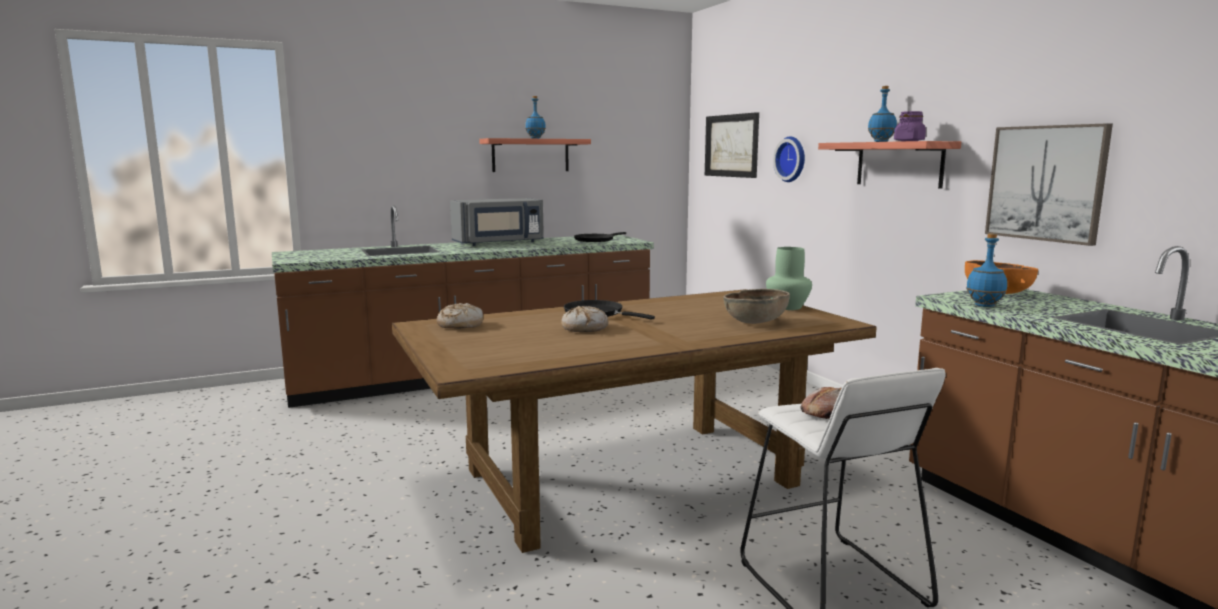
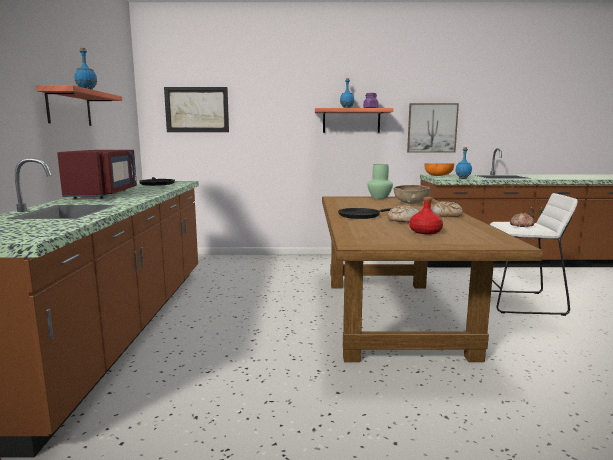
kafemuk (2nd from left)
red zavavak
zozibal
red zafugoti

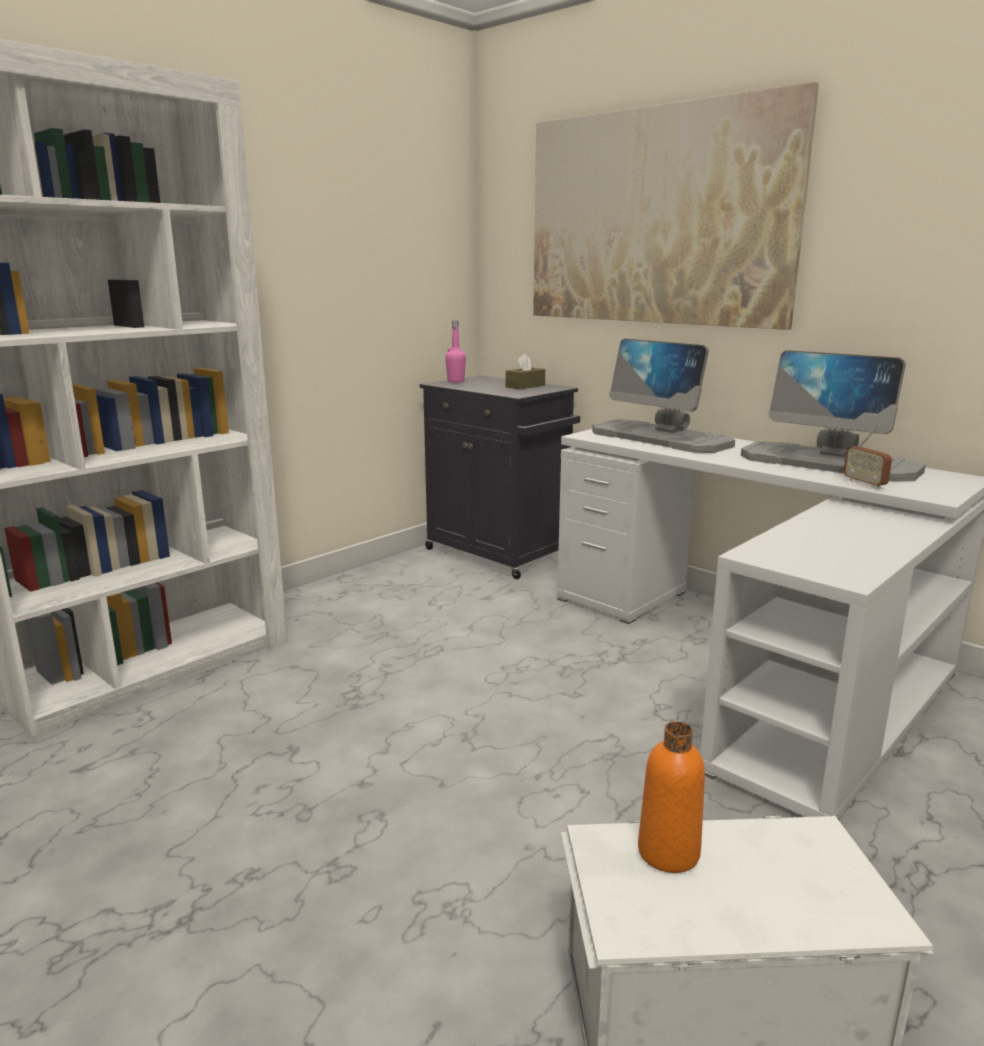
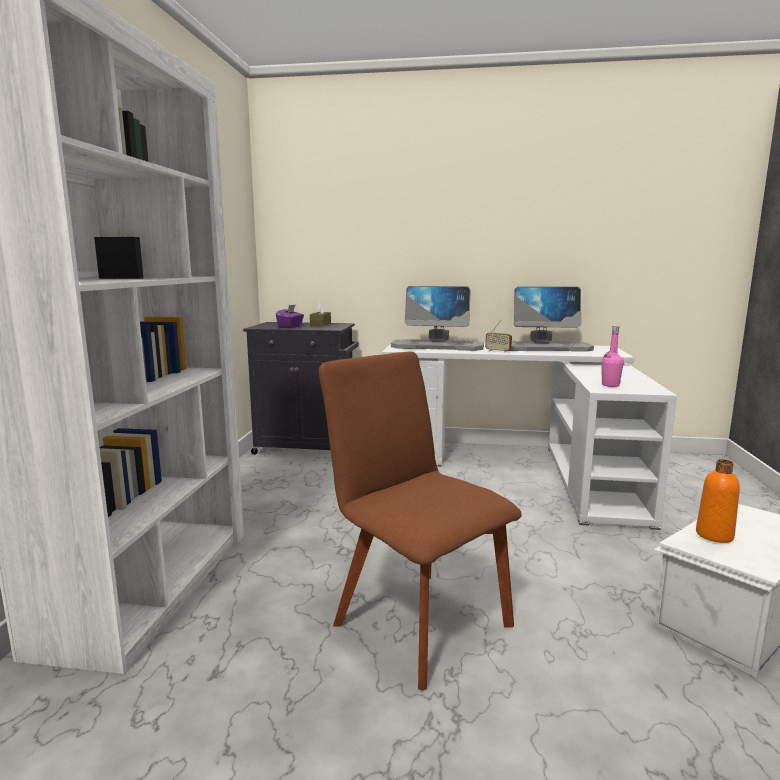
pink zafugoti
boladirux
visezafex
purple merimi
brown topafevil

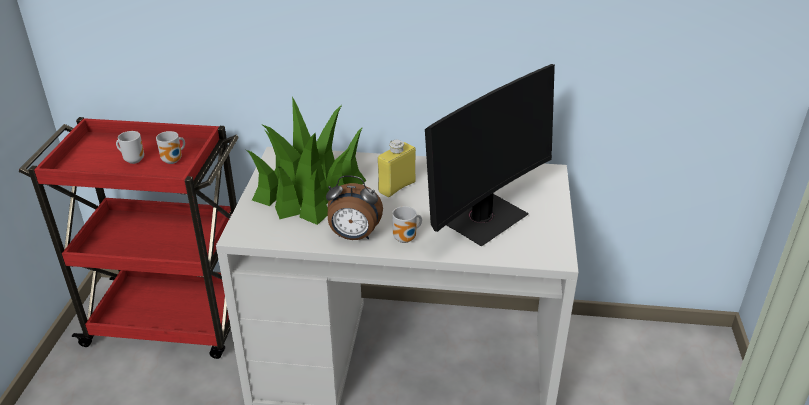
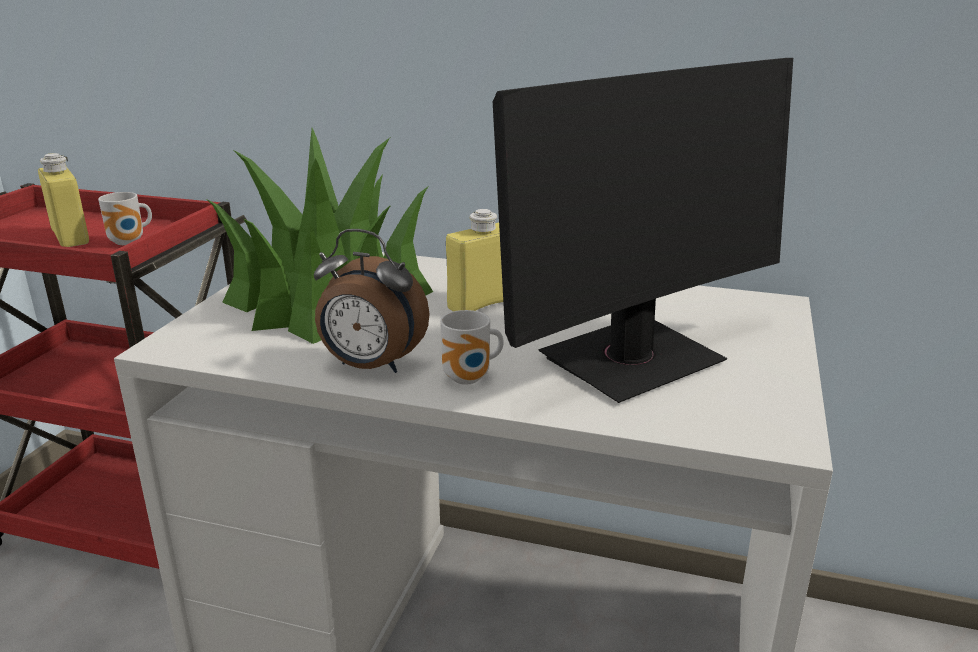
yellow zafugoti (1st from left)

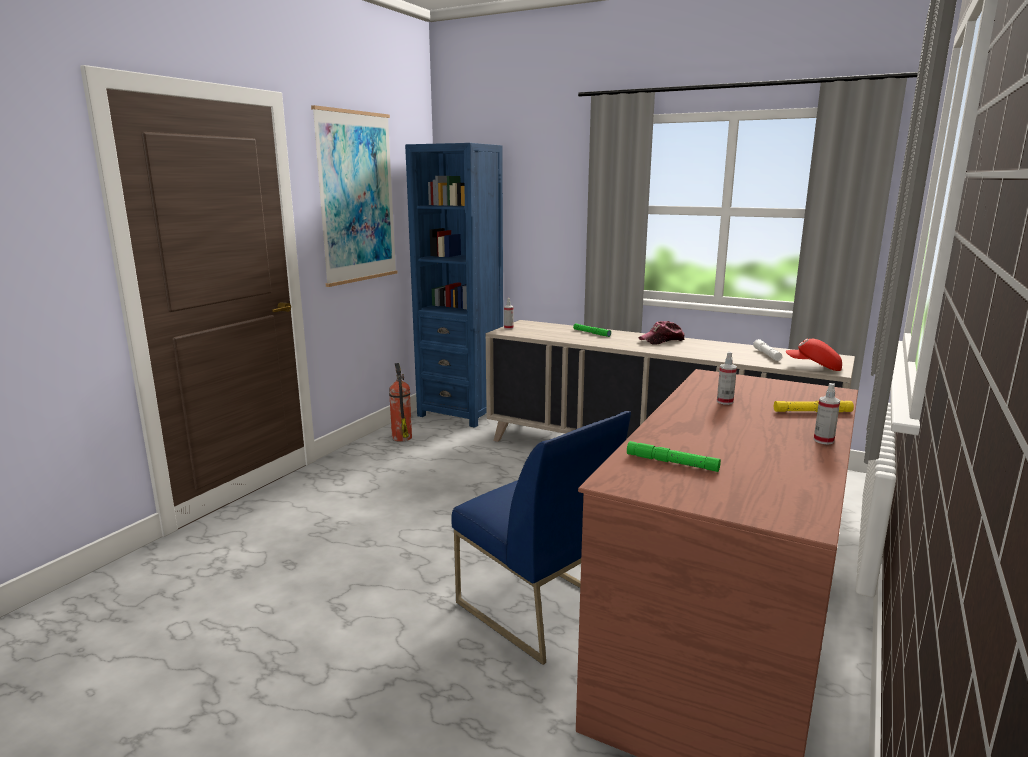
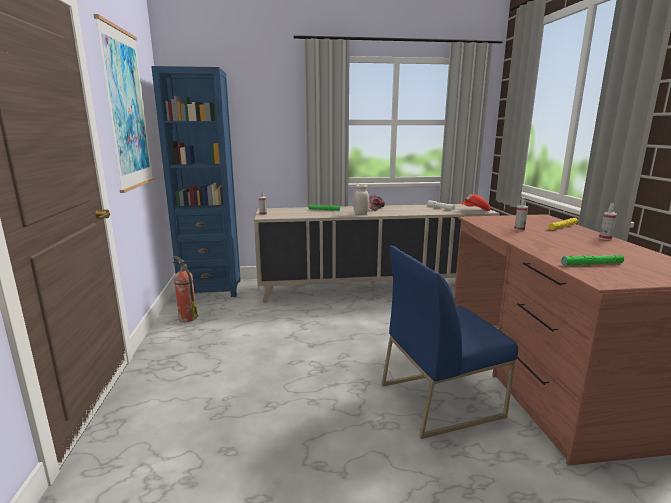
blue topafevil
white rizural

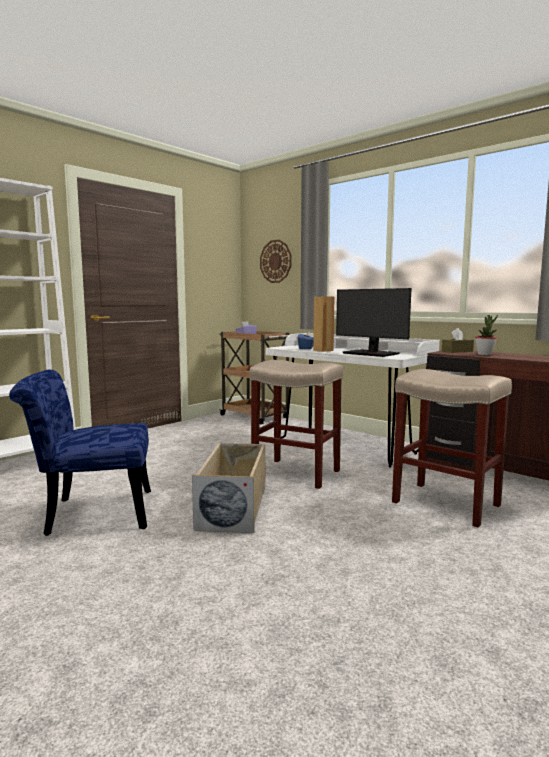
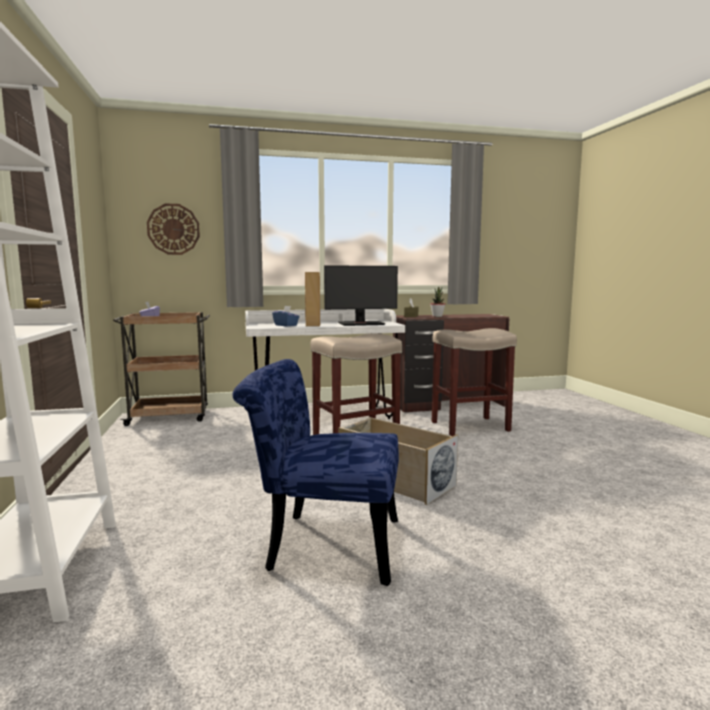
blue topafevil

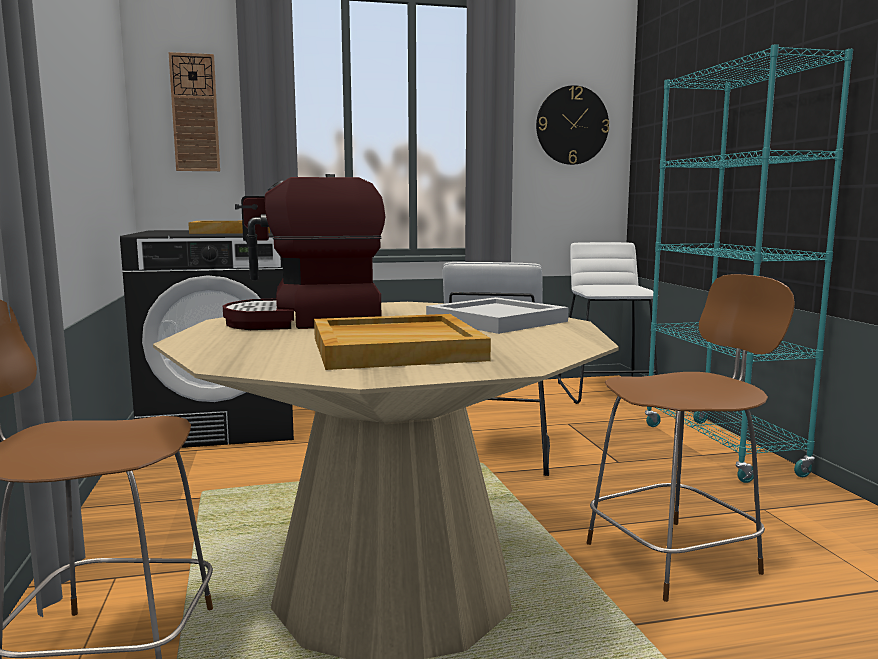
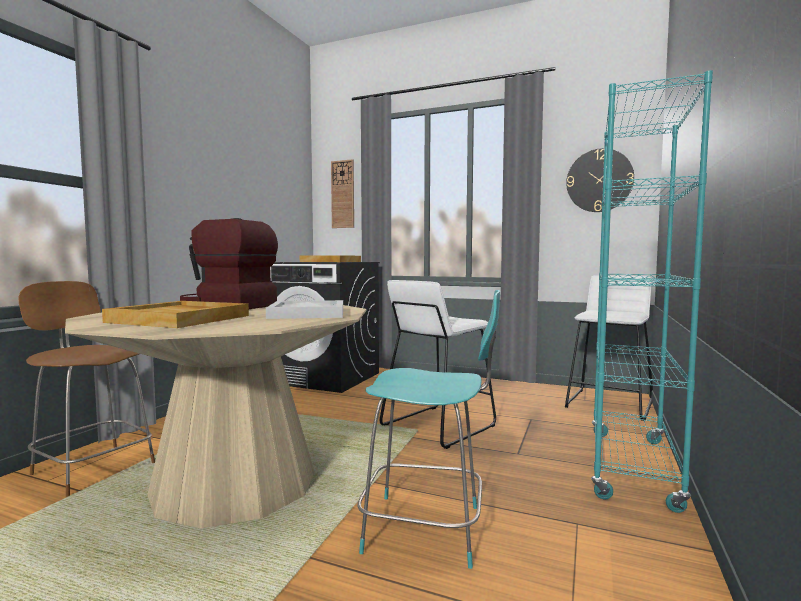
turquoise topafevil

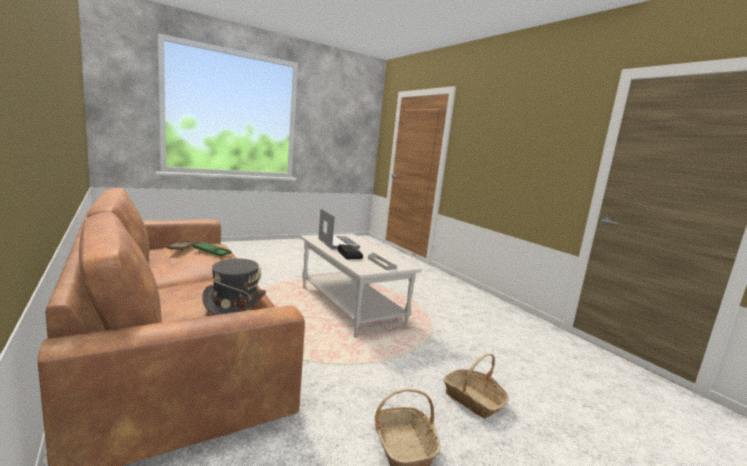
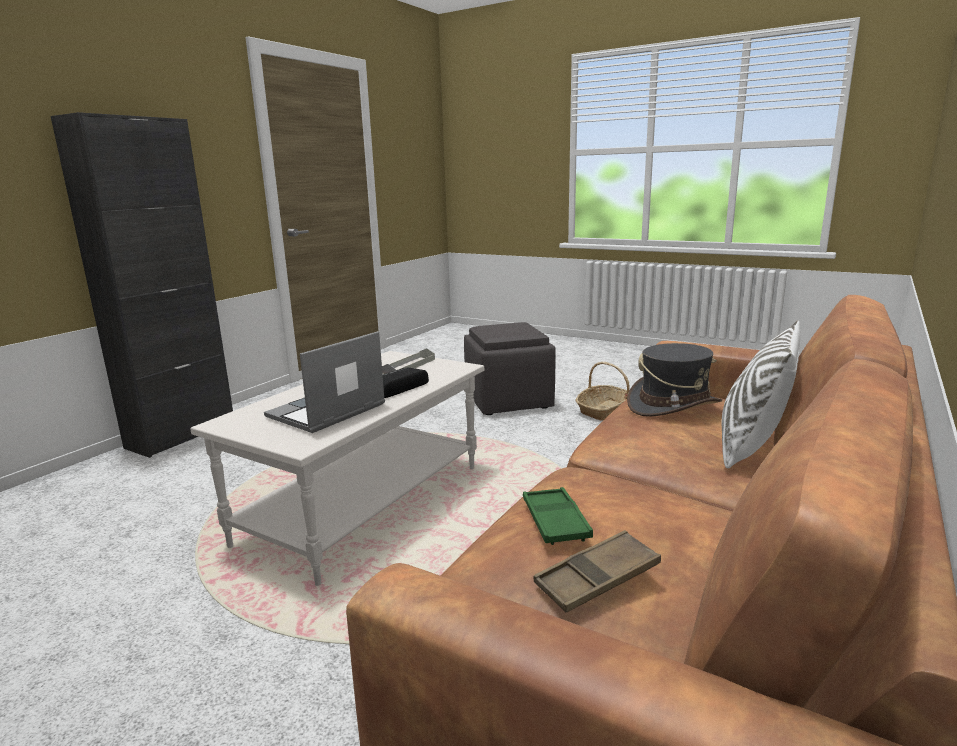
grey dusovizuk
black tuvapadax
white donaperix

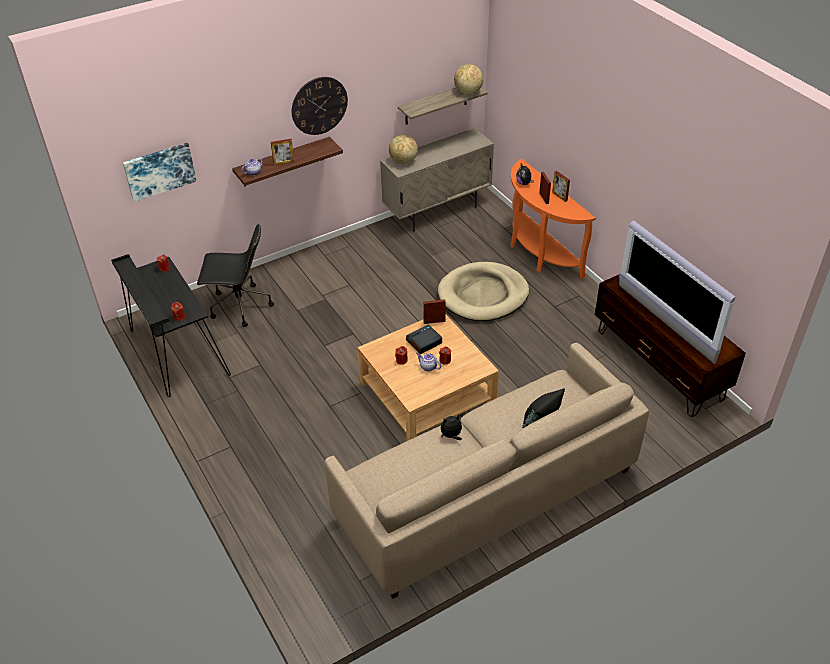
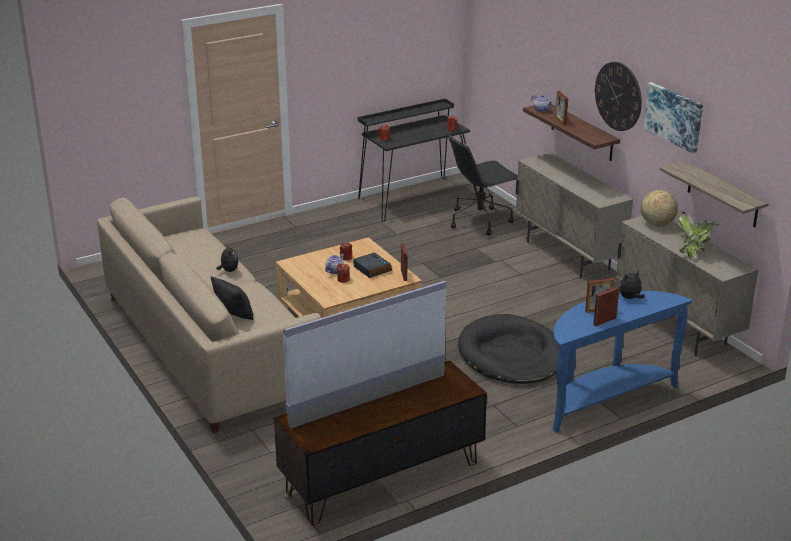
boladirux
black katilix
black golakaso
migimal (2nd from left in the first image)
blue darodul
beige tuvapadax (1st from left)
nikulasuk

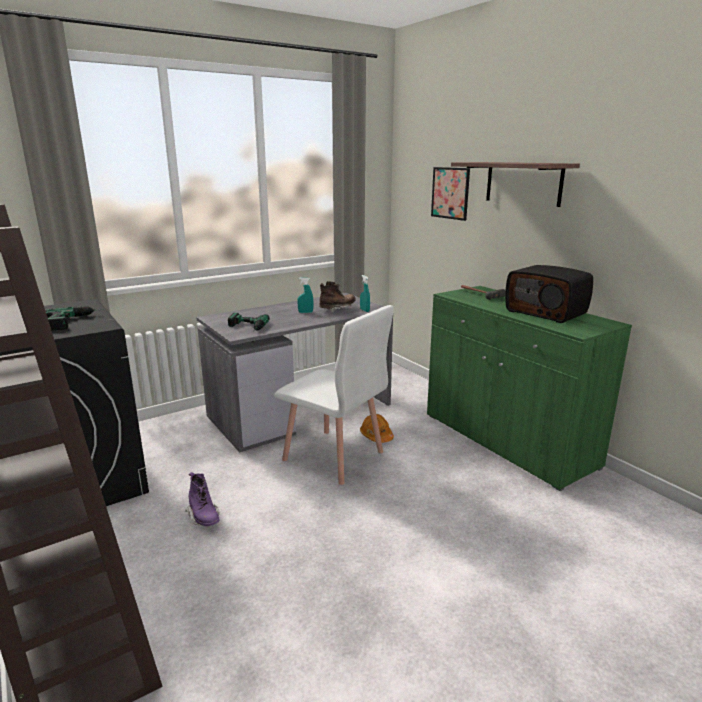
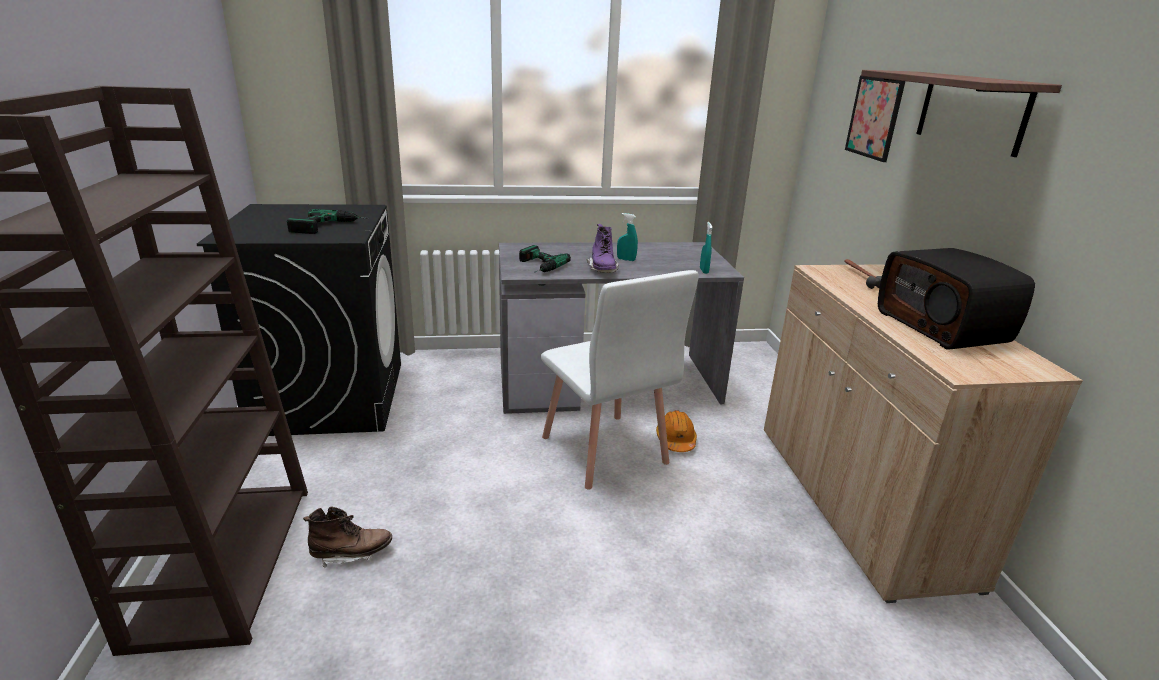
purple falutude
brown falutude
beige tuvapadax

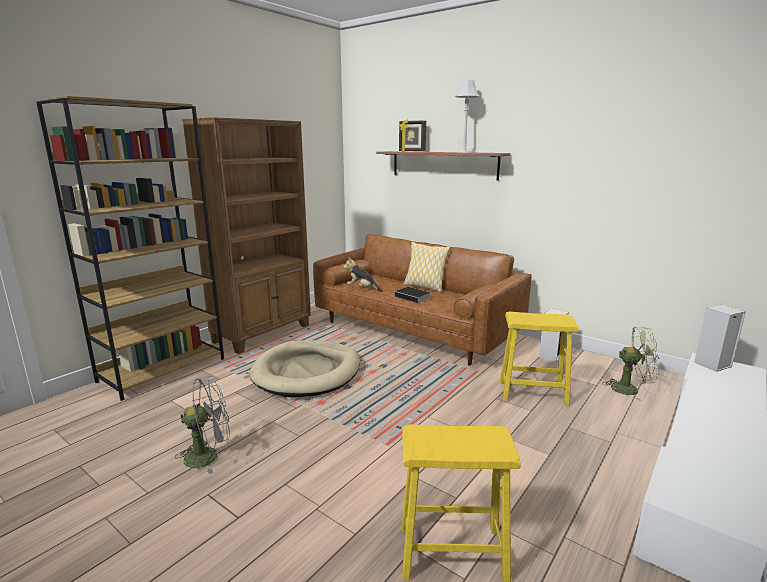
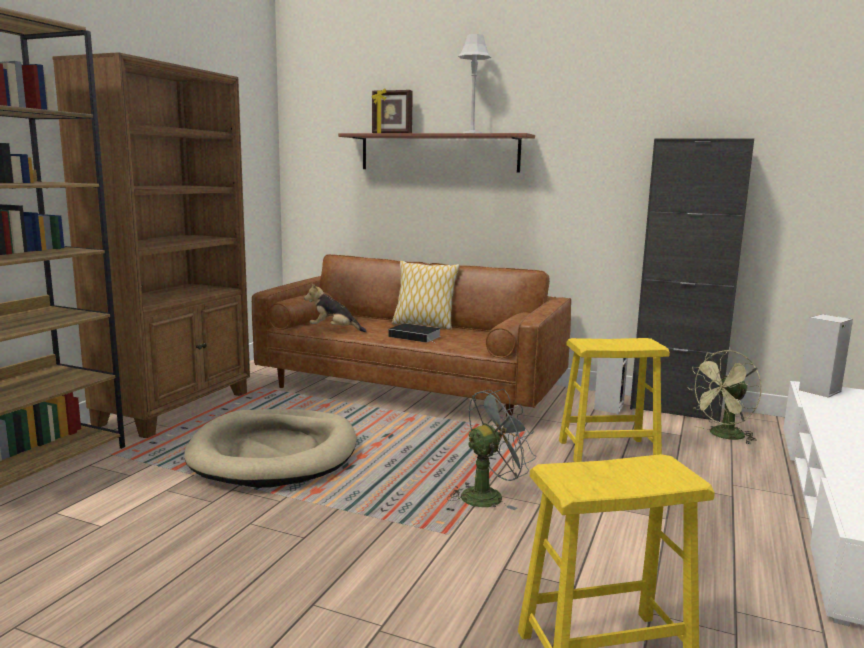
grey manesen
green manesen
black tuvapadax

